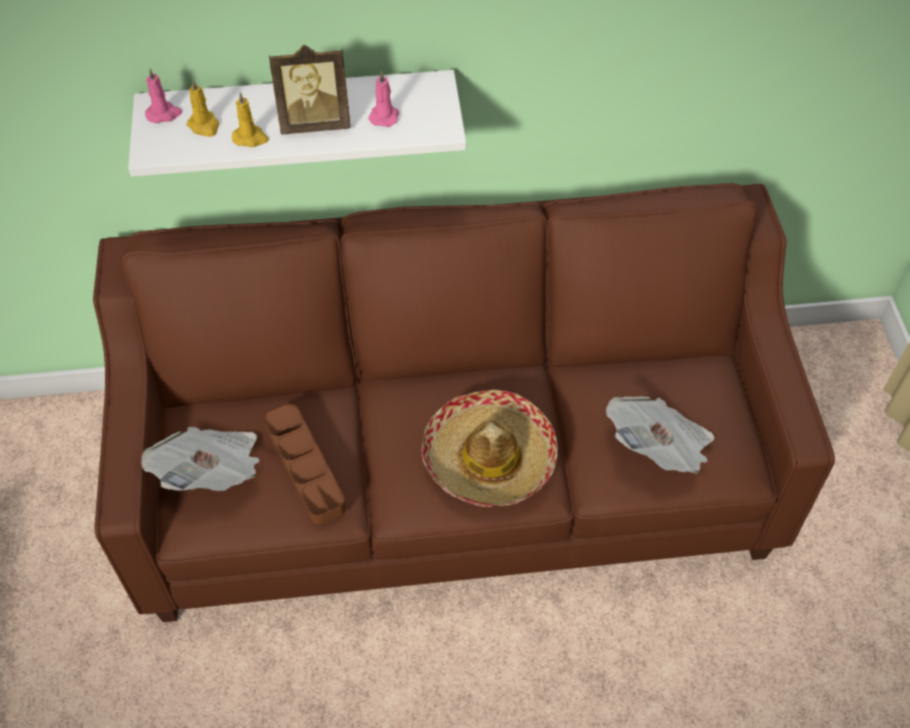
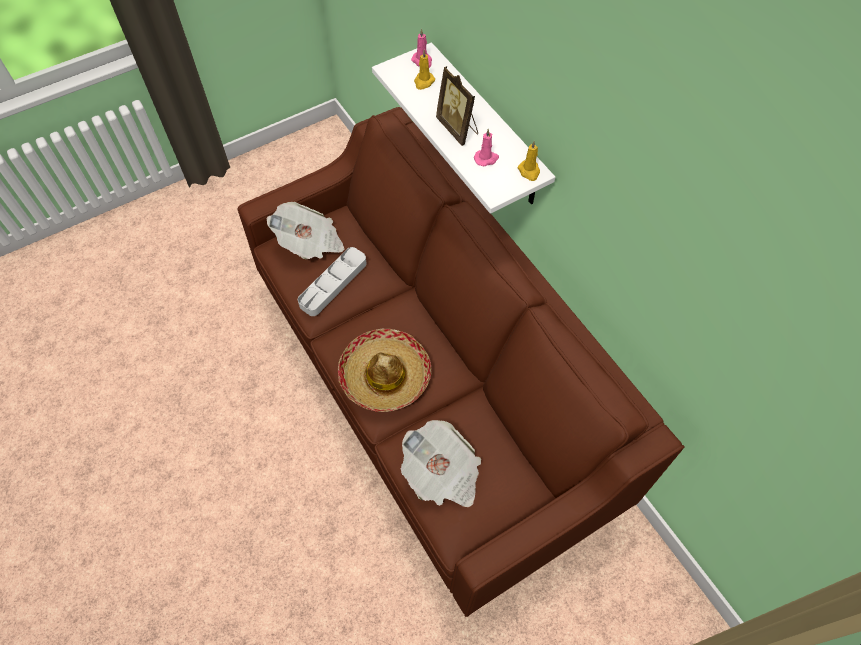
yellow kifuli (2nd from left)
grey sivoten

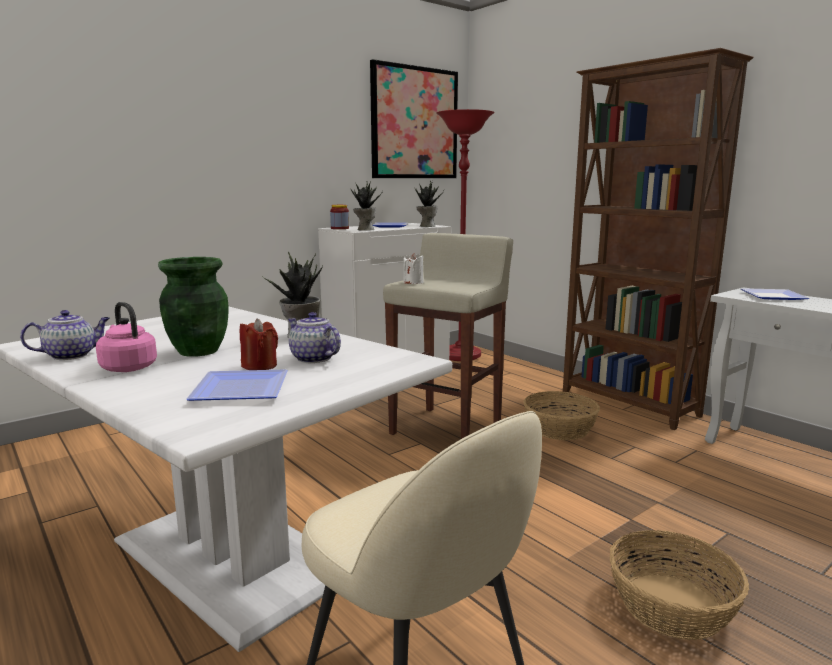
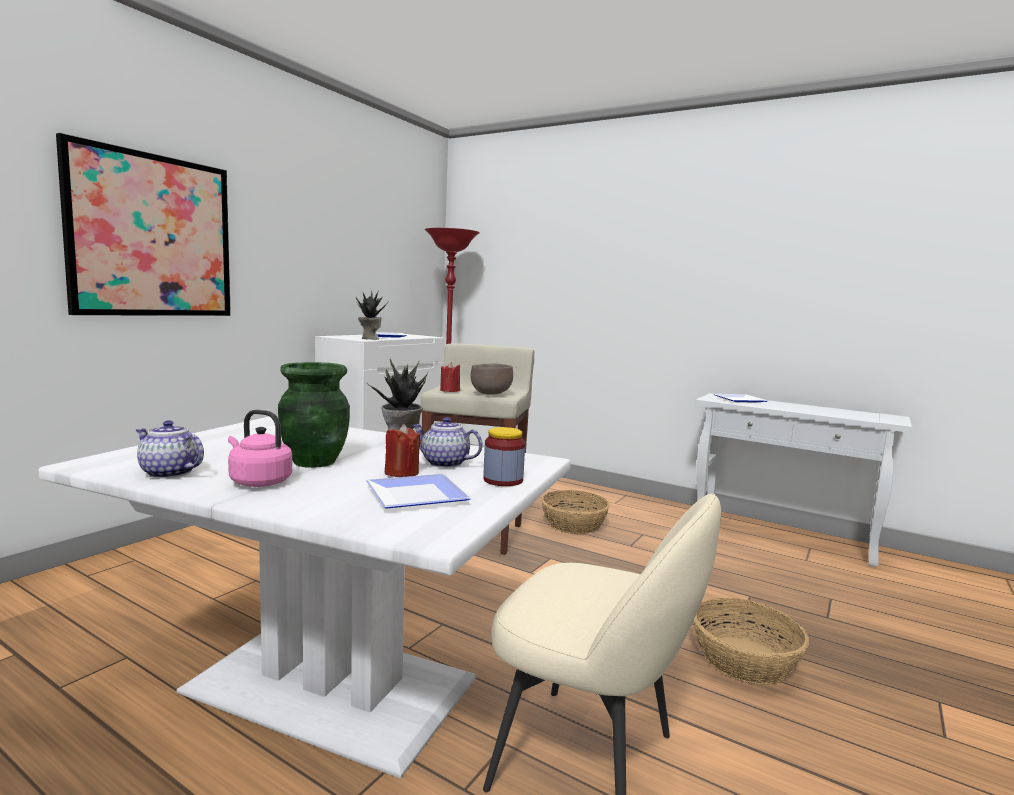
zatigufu (1st from left)
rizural
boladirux
red kifuli (2nd from left)
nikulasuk (3rd from left in the first image)
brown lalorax
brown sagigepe

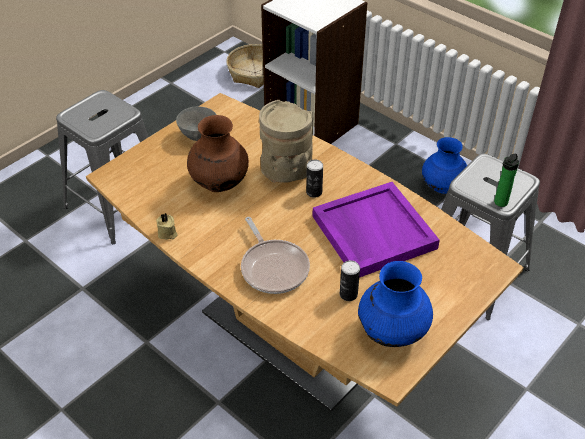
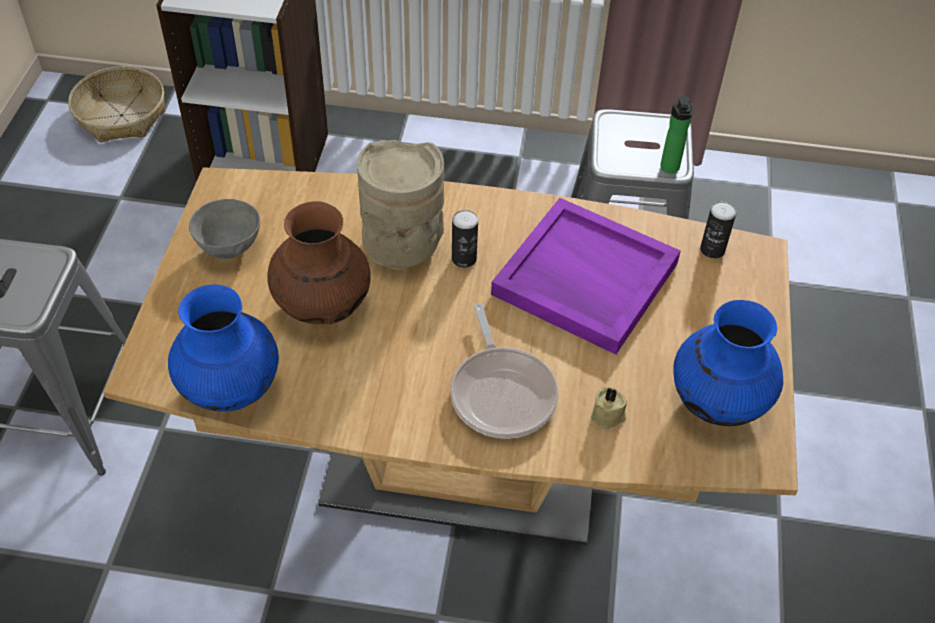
beige kifuli
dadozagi
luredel (2nd from left)
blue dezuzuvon (1st from left)

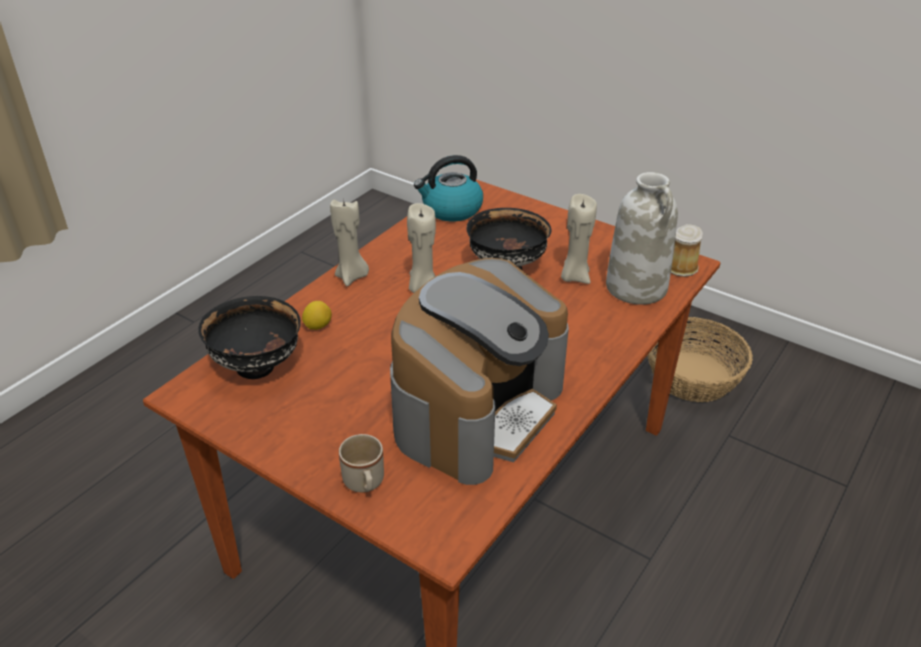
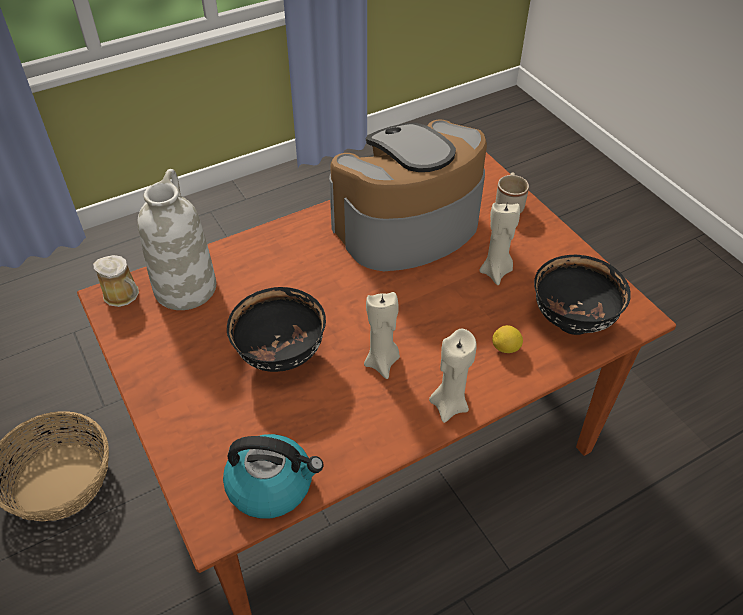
beige kifuli (3rd from left)

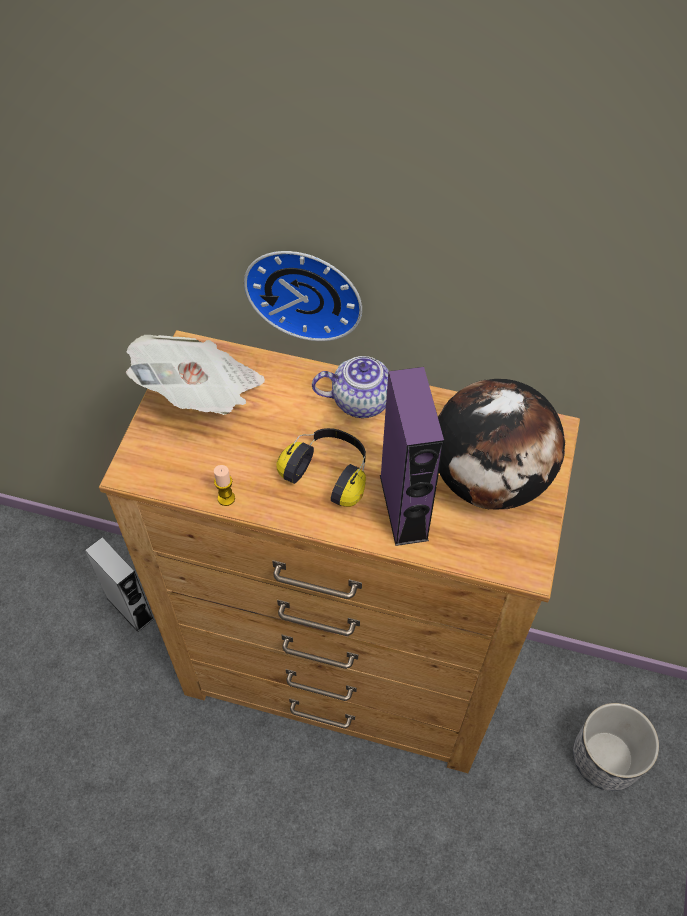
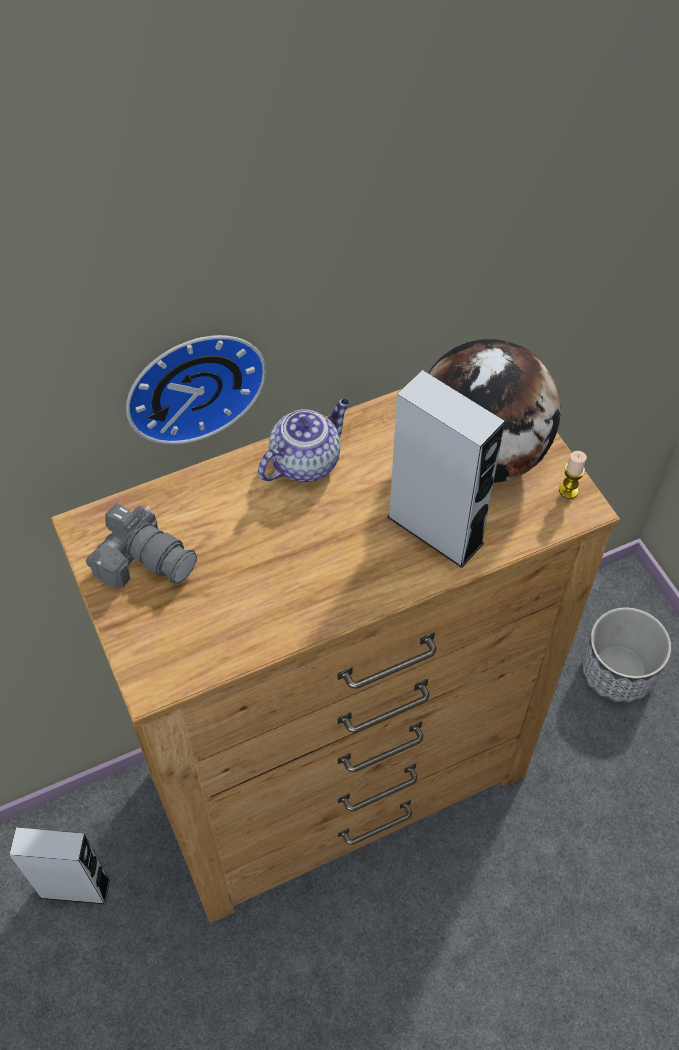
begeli
kifuli
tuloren
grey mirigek (2nd from left)

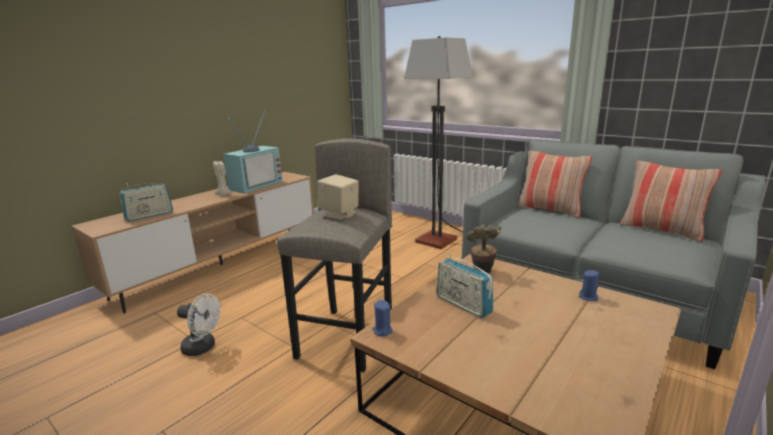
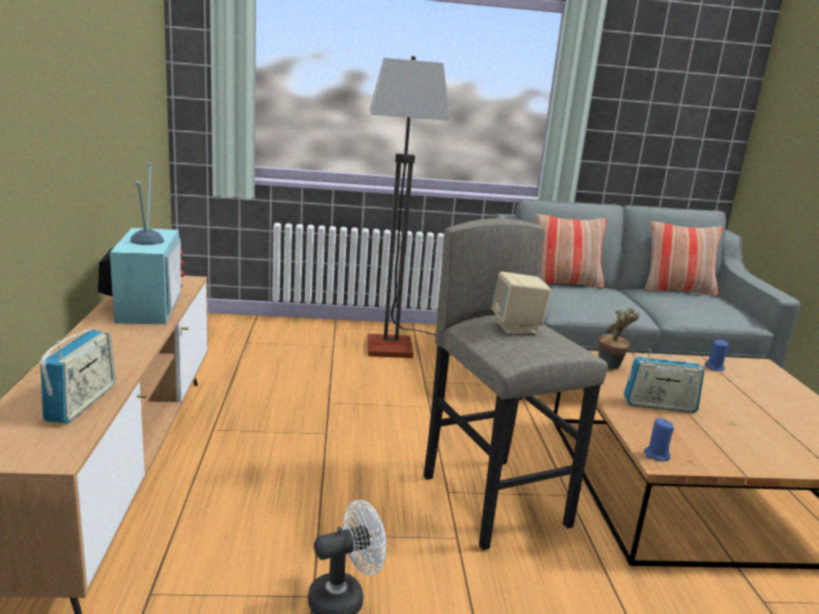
beige kifuli

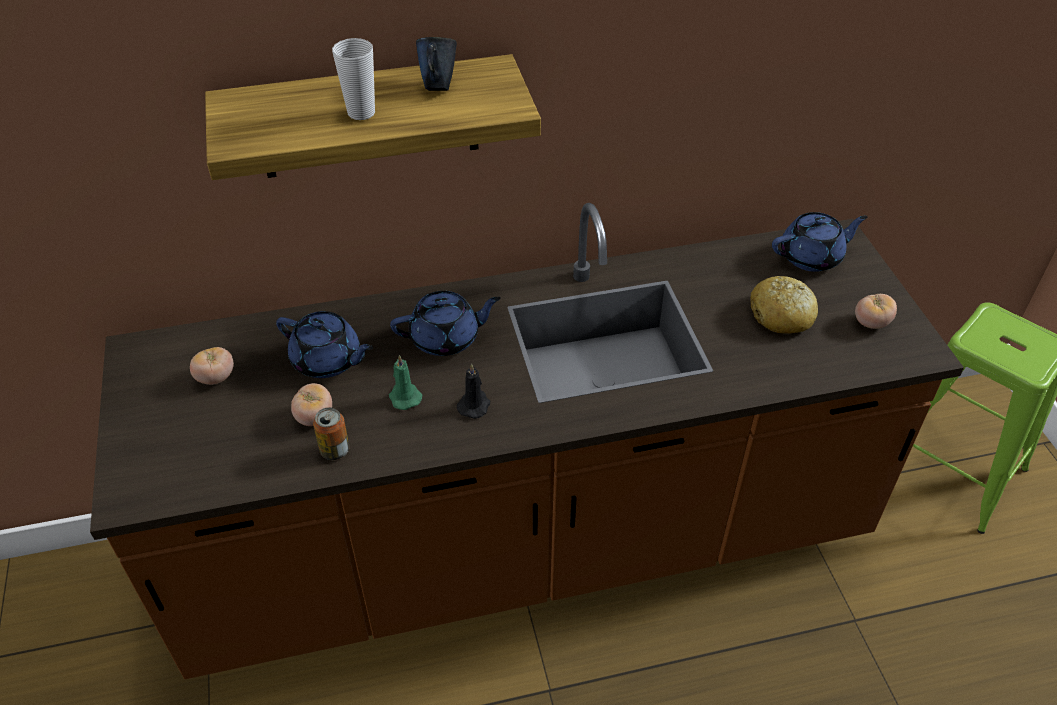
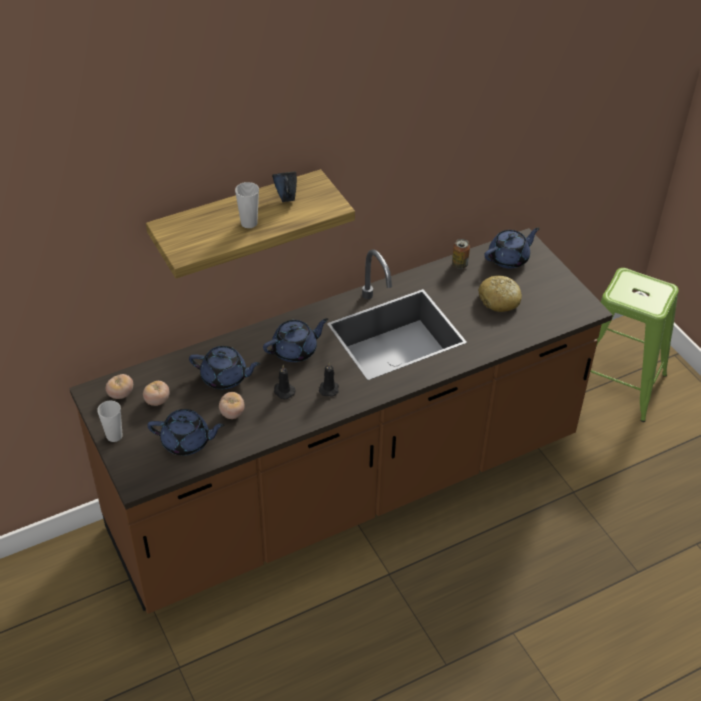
luredel
black kifuli (1st from left)
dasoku (1st from left)
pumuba (1st from left)
blue zatigufu (1st from left)

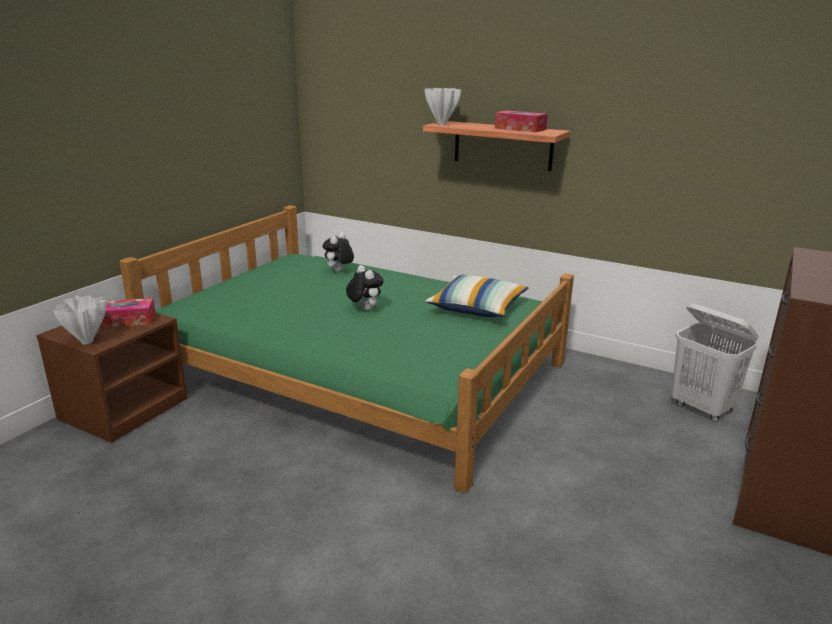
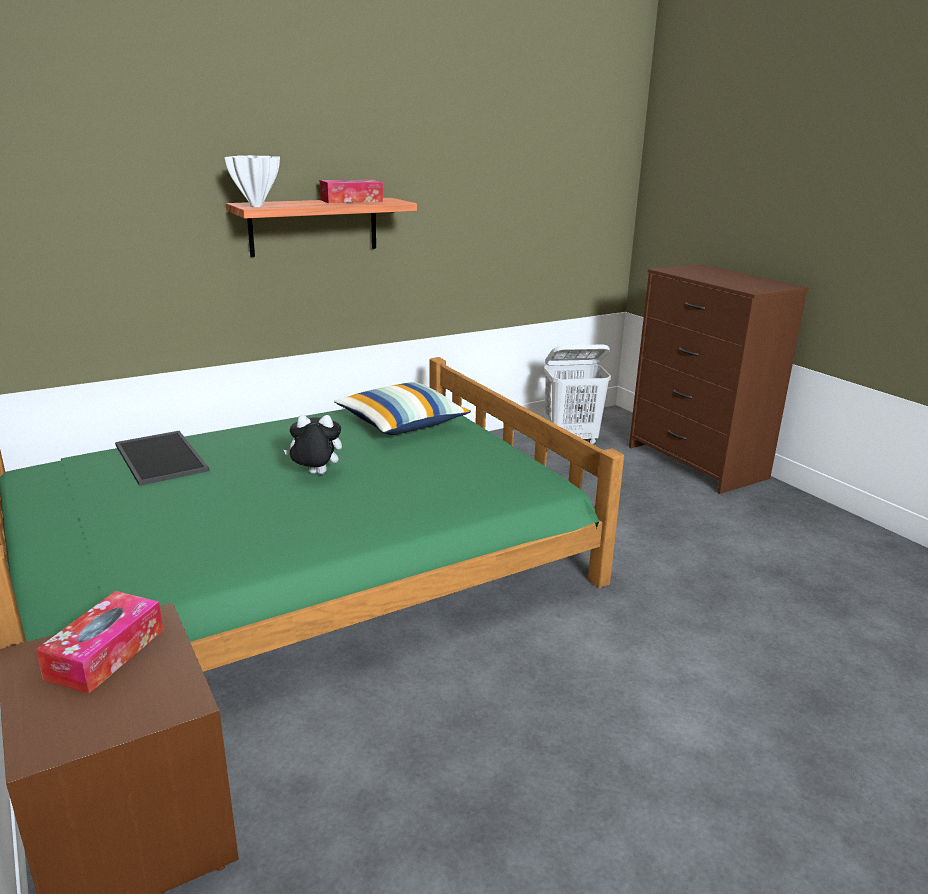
white dezuzuvon (1st from left in the first image)
sivoten

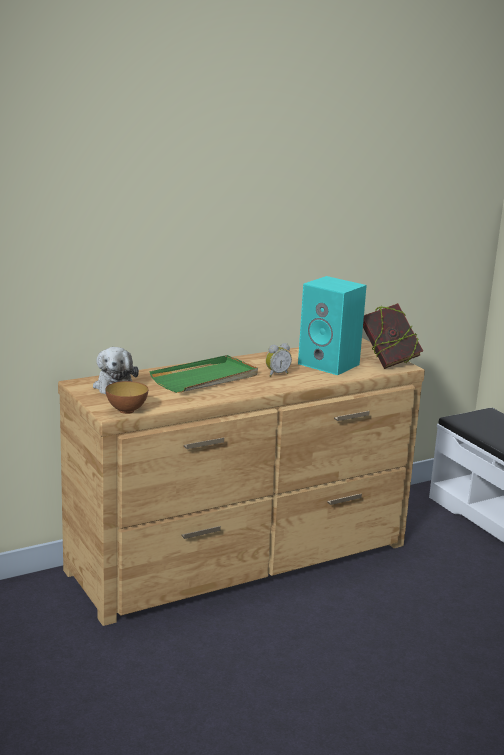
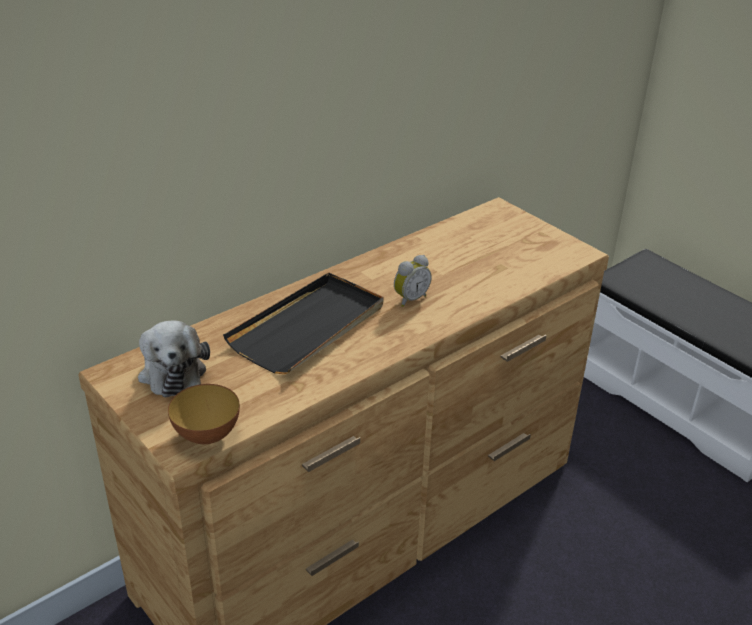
black sivoten
turquoise mirigek
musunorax

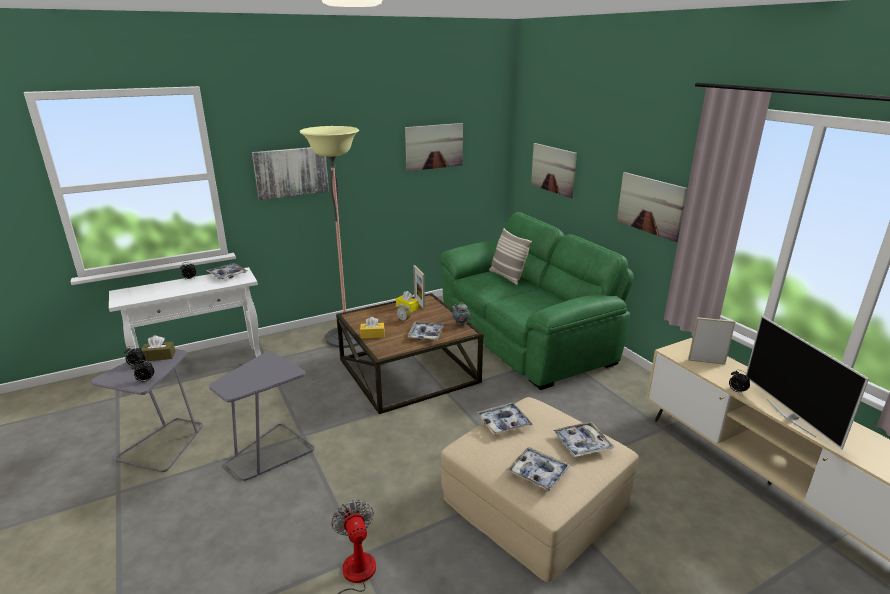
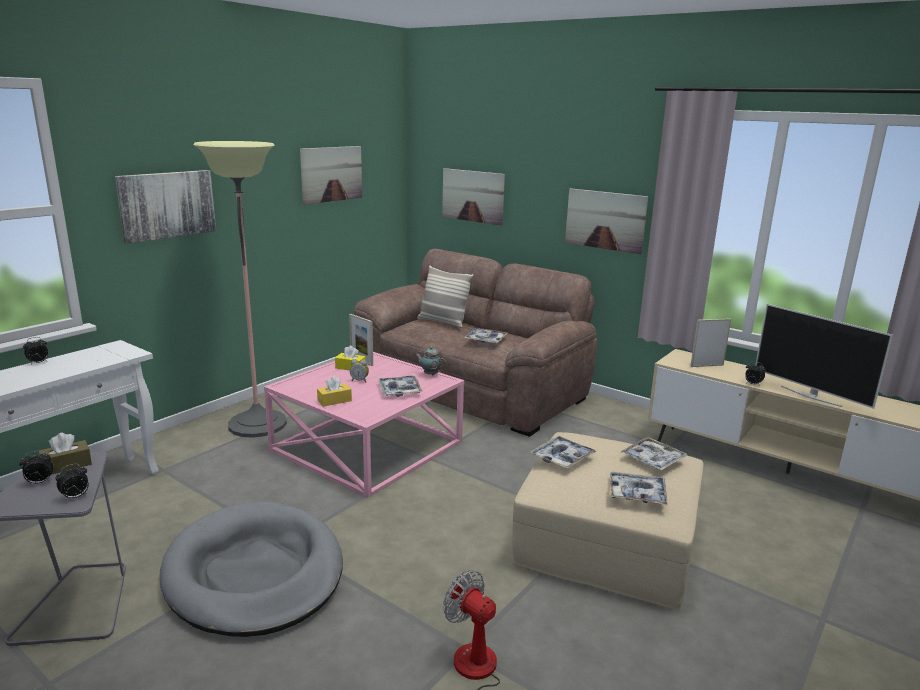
sivoten (2nd from left)
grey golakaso
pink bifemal
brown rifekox

